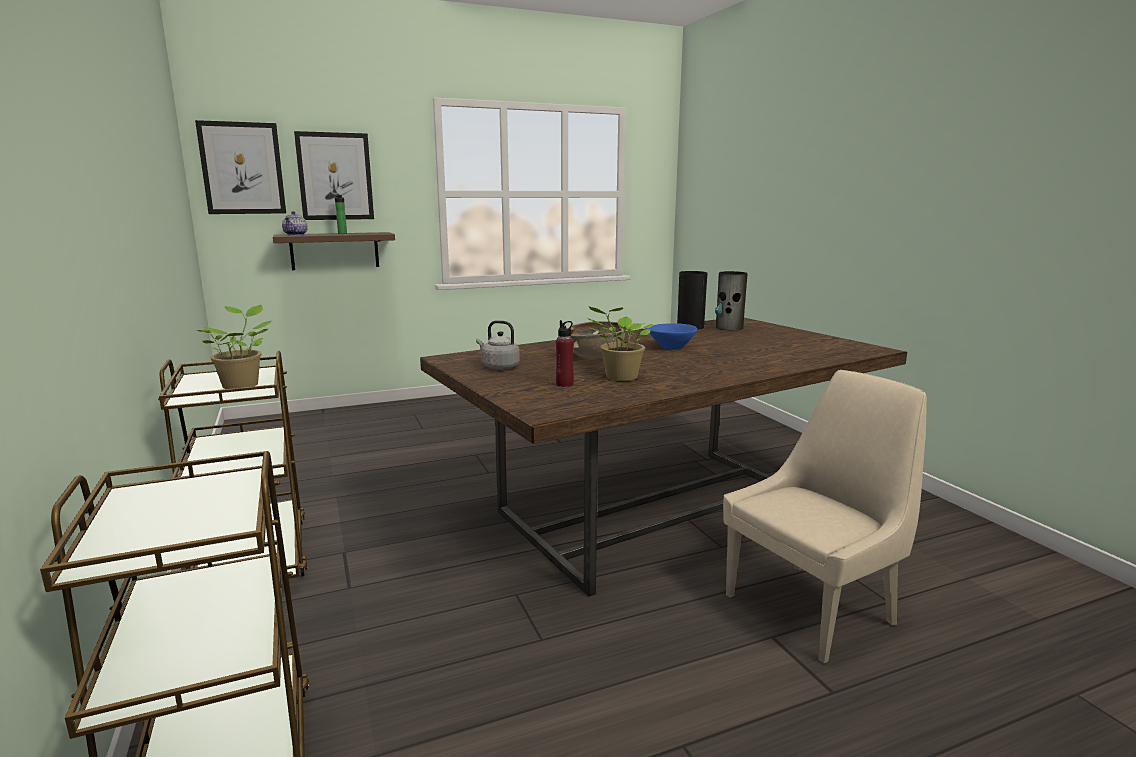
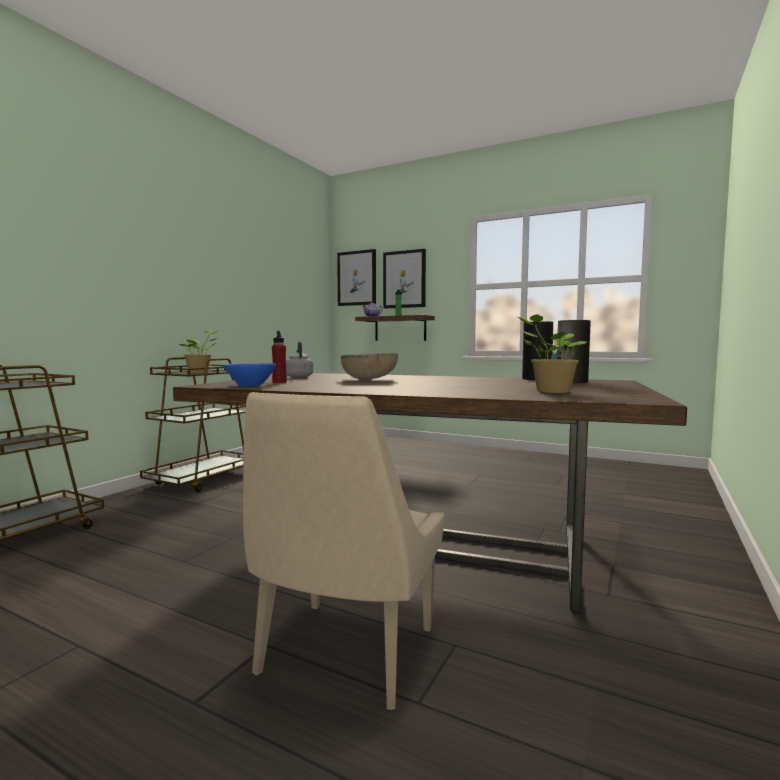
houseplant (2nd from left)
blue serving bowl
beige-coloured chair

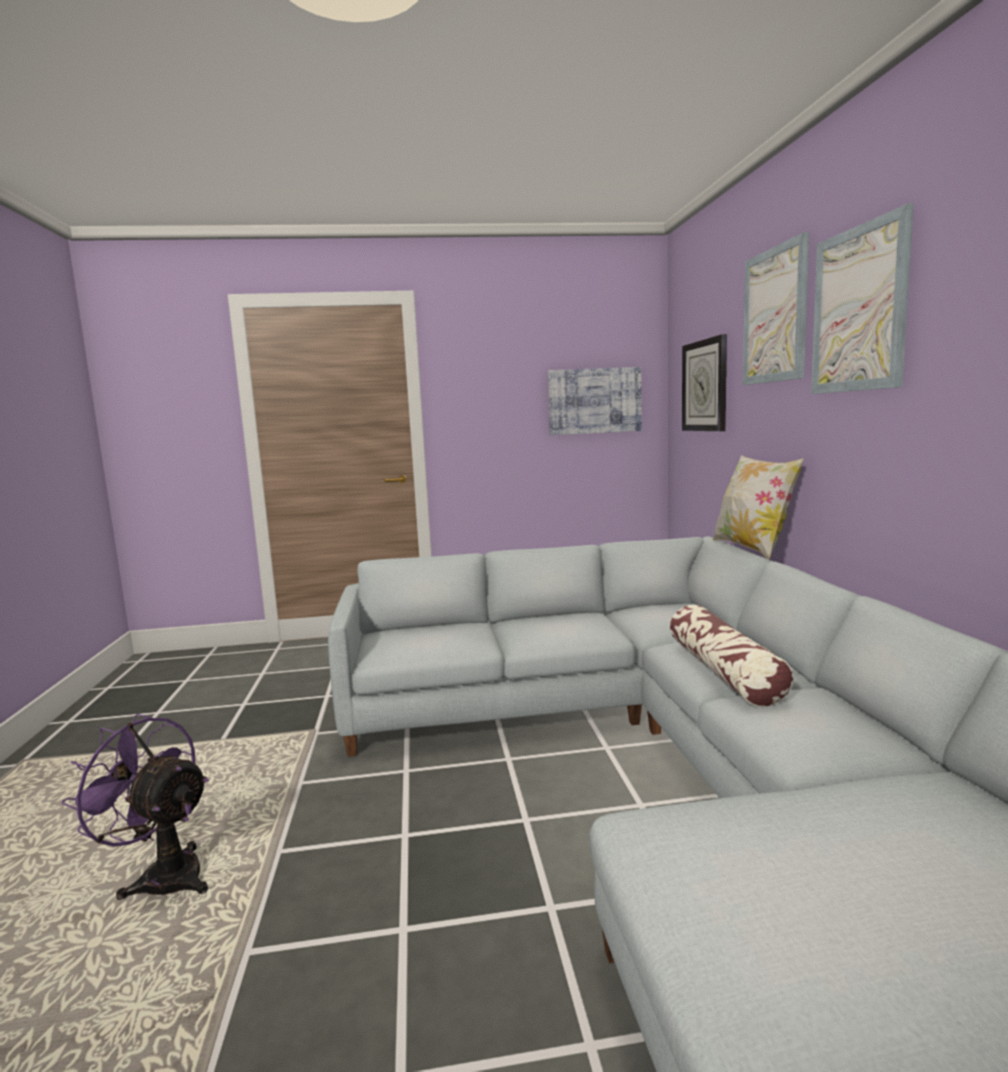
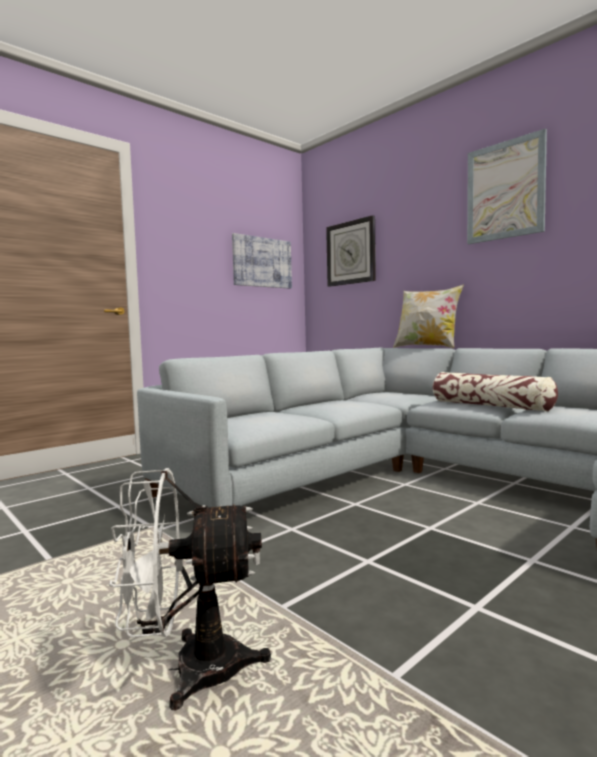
wall art (2nd from left in the first image)
whitish fan

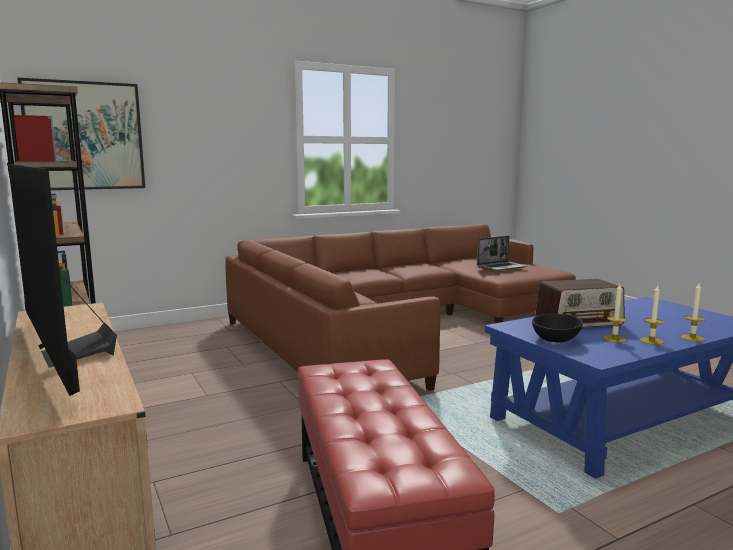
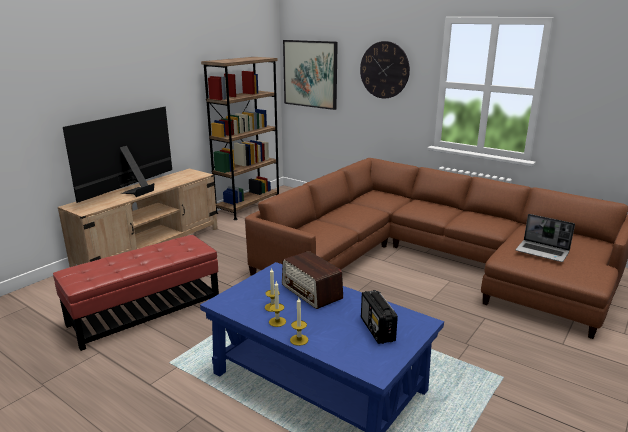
black-coloured serving bowl
clock on the wall
radio set (2nd from left)

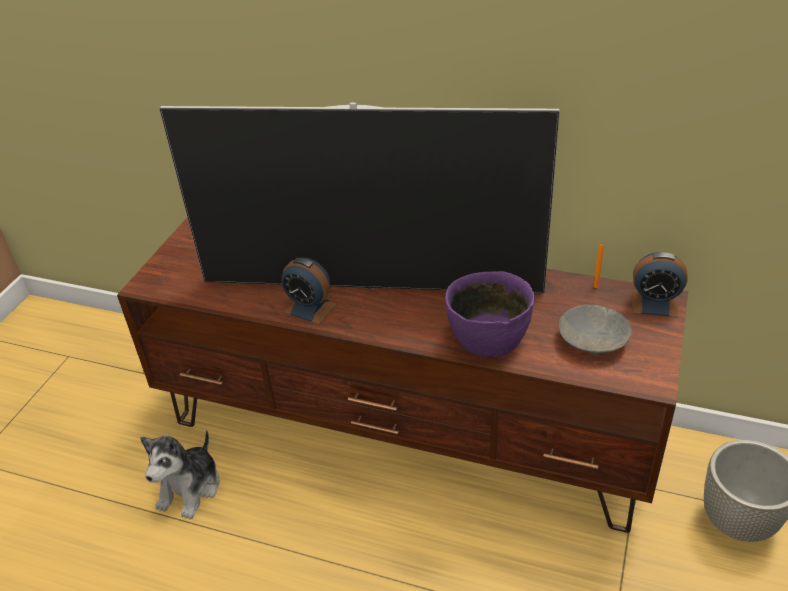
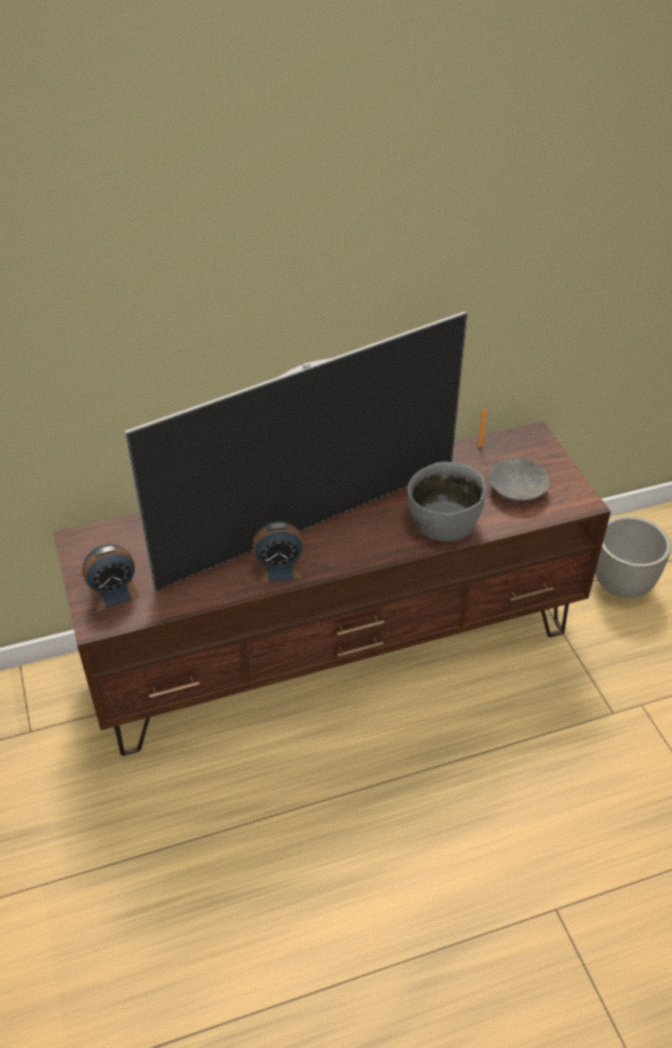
soft toy
alarm clock (1st from left)
greyish serving bowl (1st from left)

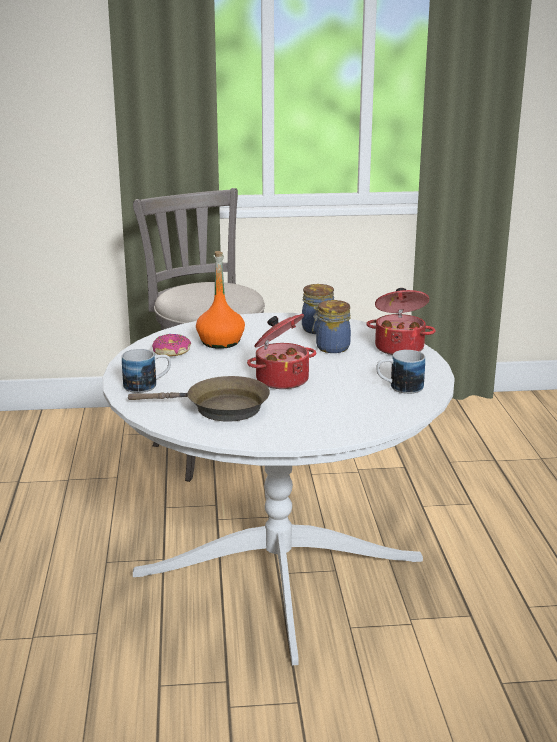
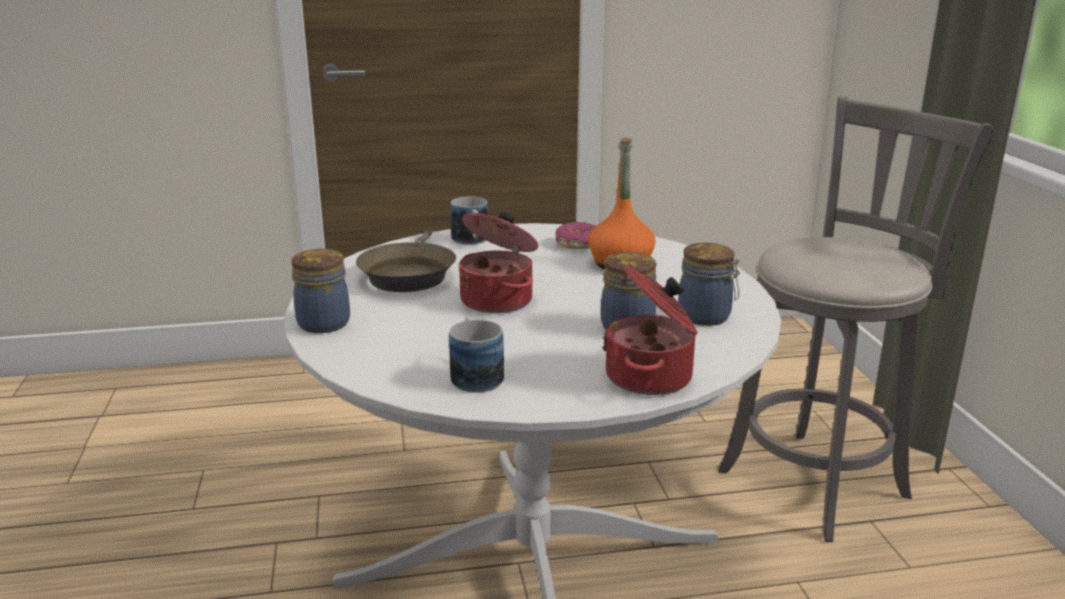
storage jar (1st from left)

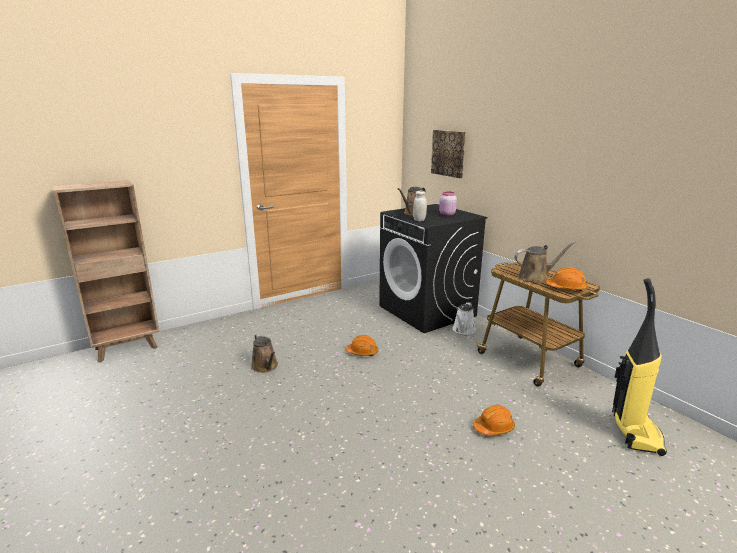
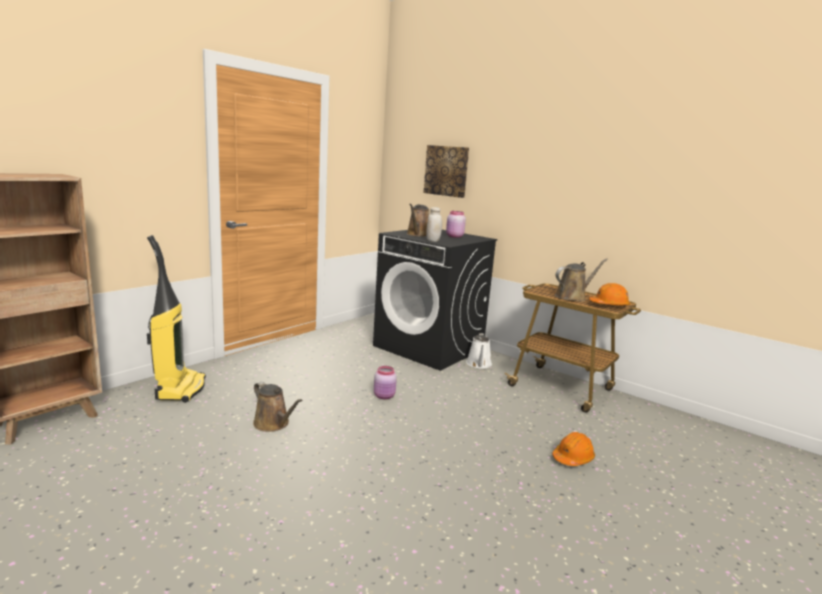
vacuum cleaner
pinkish storage jar (1st from left)

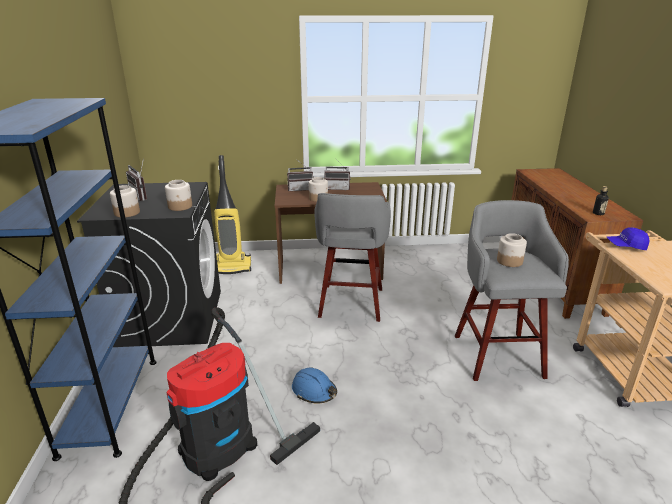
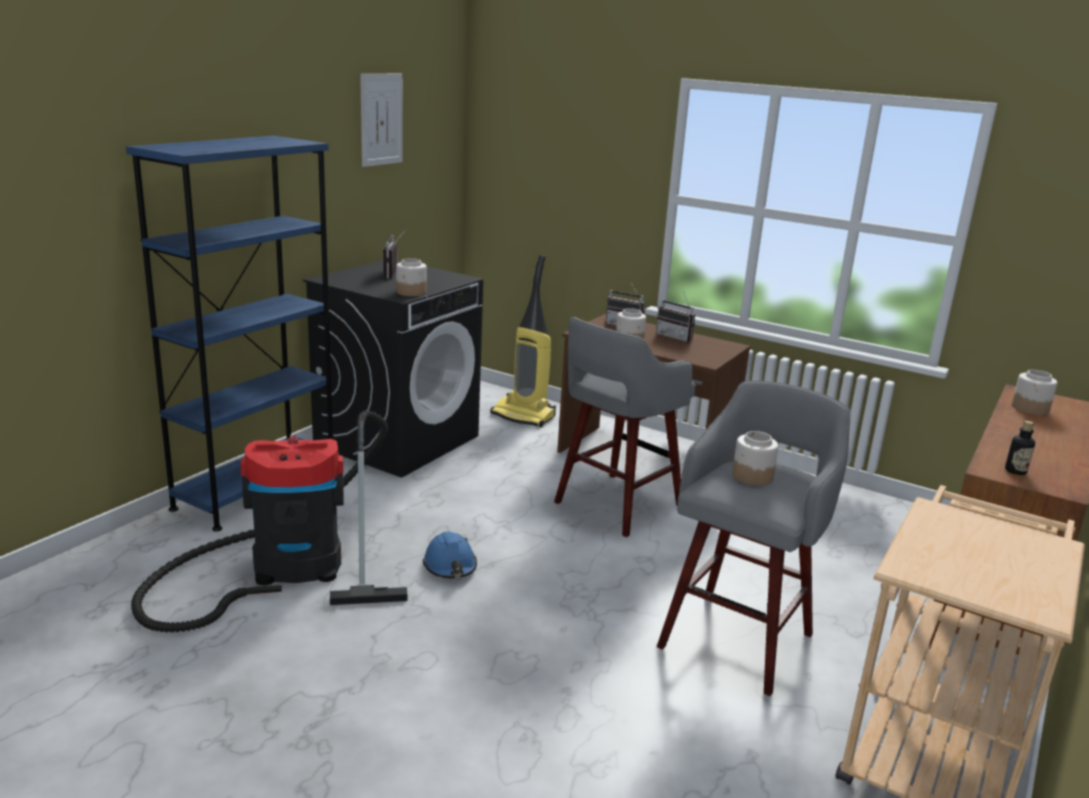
blue cap
wall art
storage jar (4th from left)

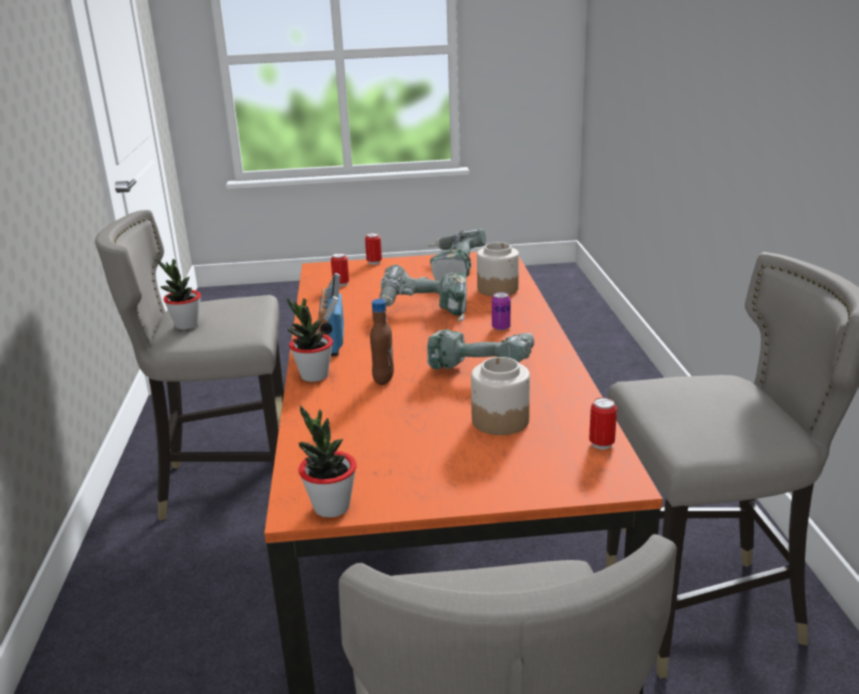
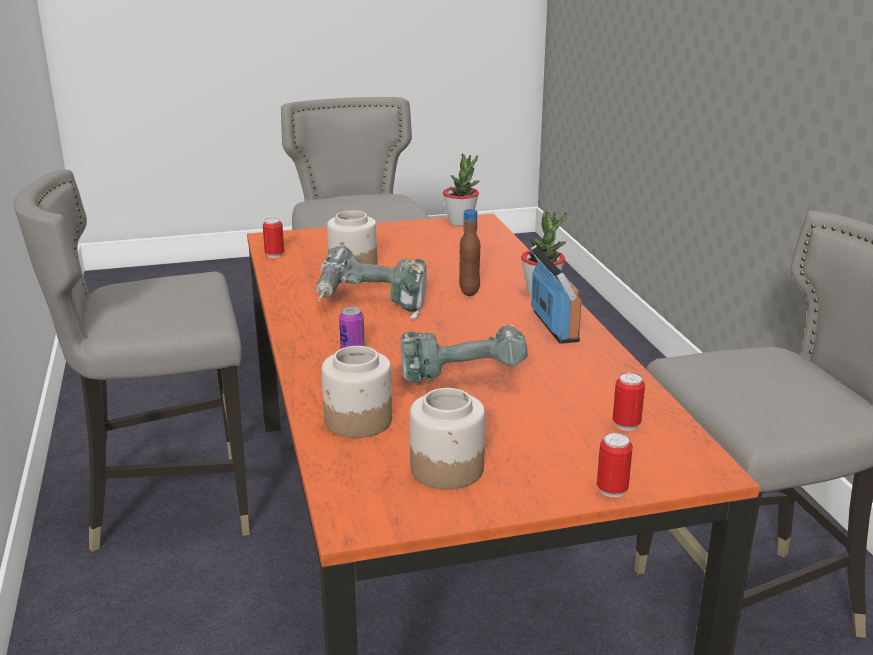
houseplant (1st from left in the first image)
storage jar (3rd from left)

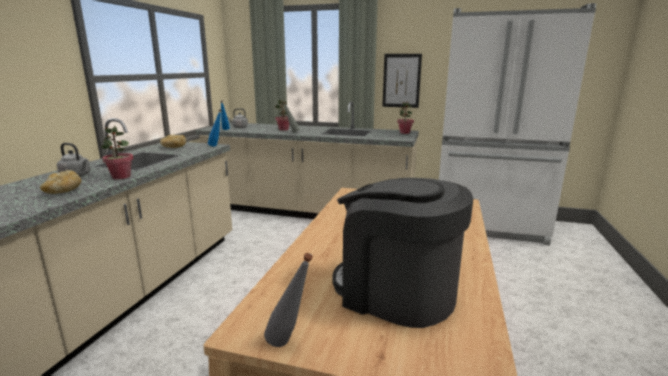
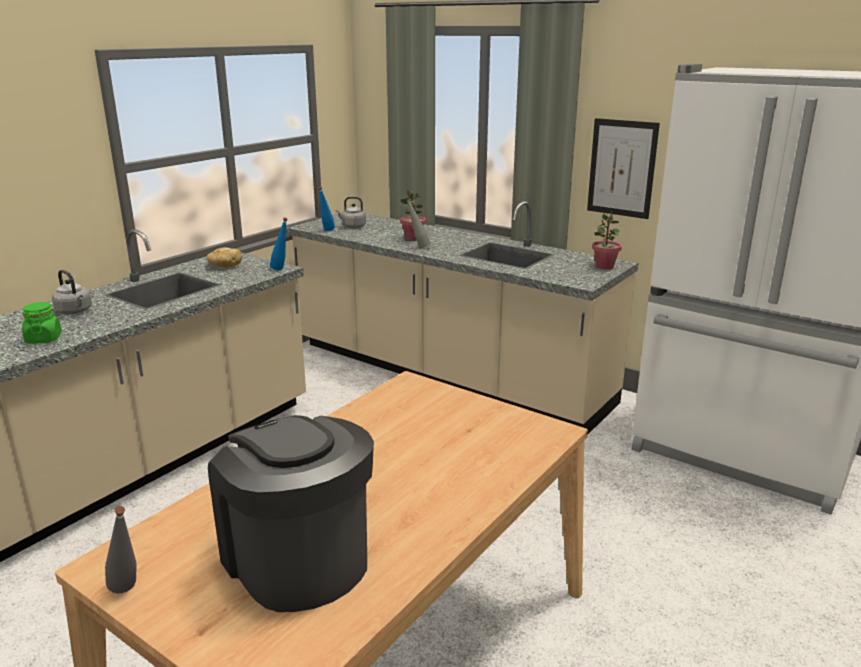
houseplant (1st from left in the first image)
greenish storage jar

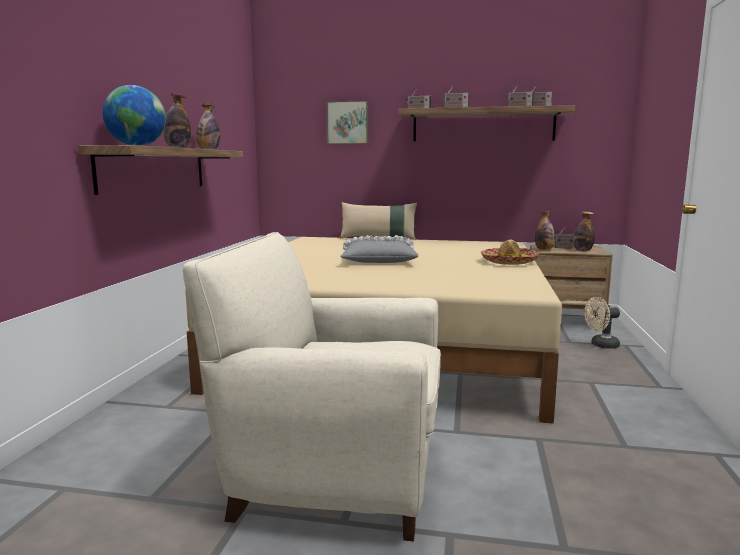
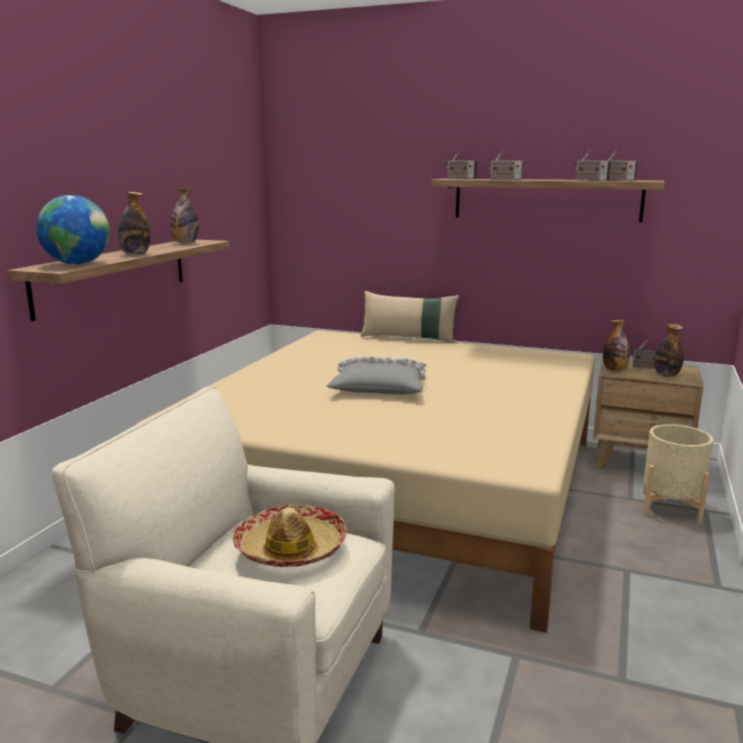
wall art
hat
beige-coloured planter

